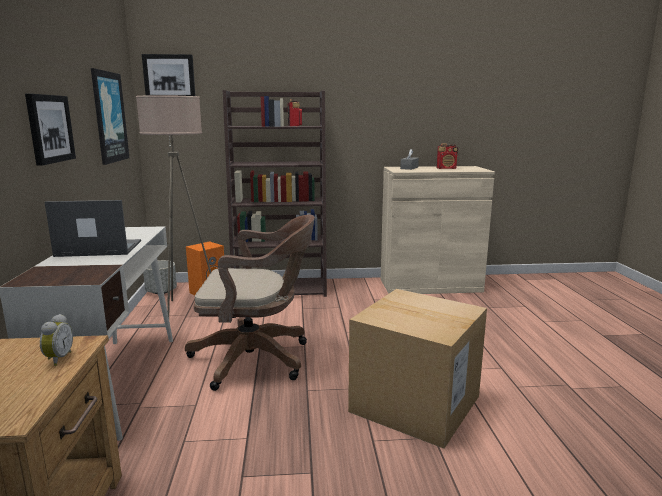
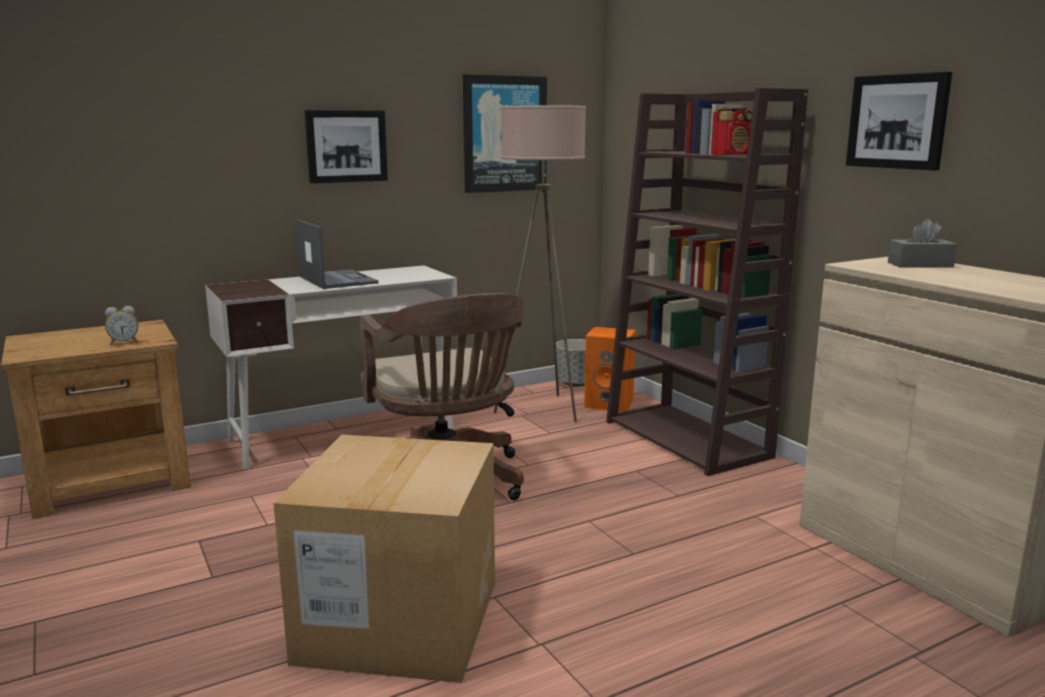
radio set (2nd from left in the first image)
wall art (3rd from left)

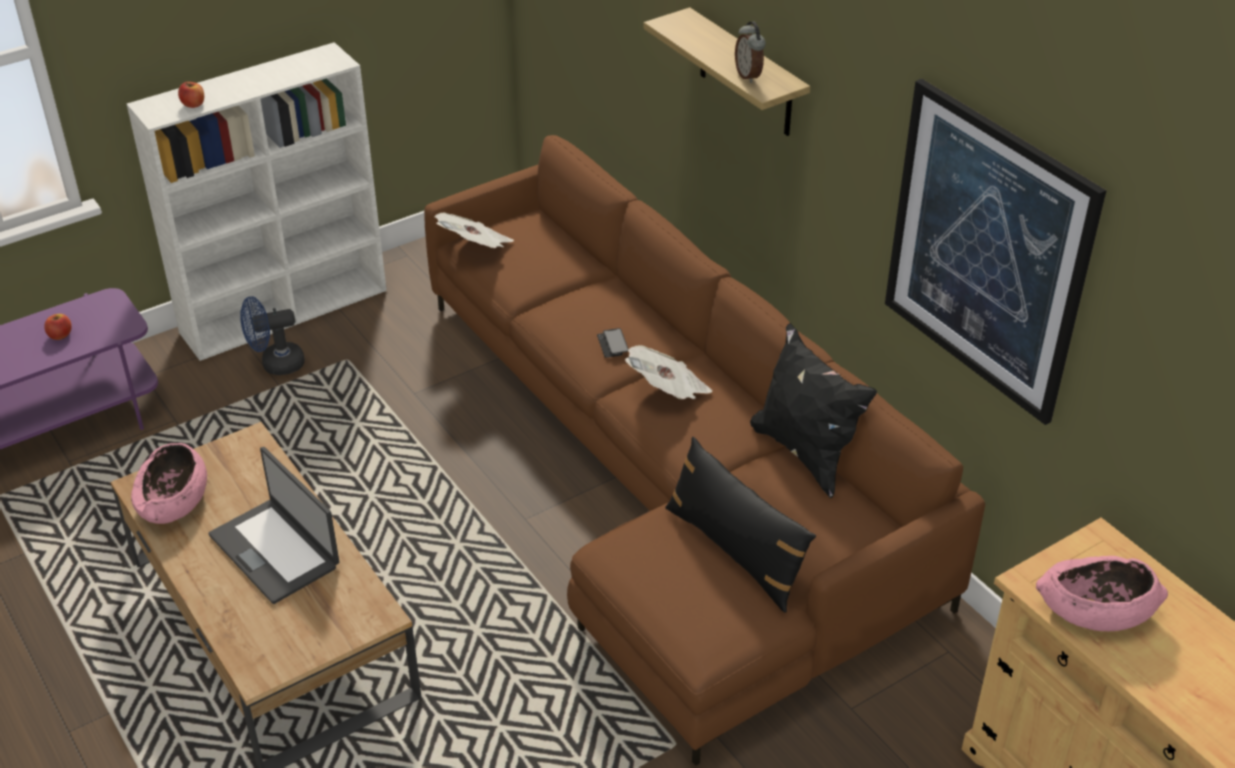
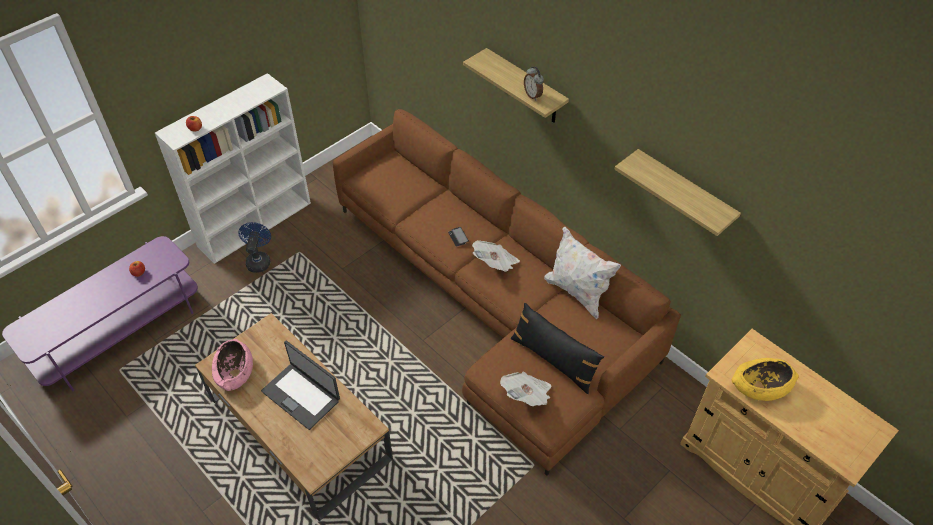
printed paper (2nd from left)
bracket shelf (2nd from left)
whitish throw pillow
yellow serving bowl
blue fan

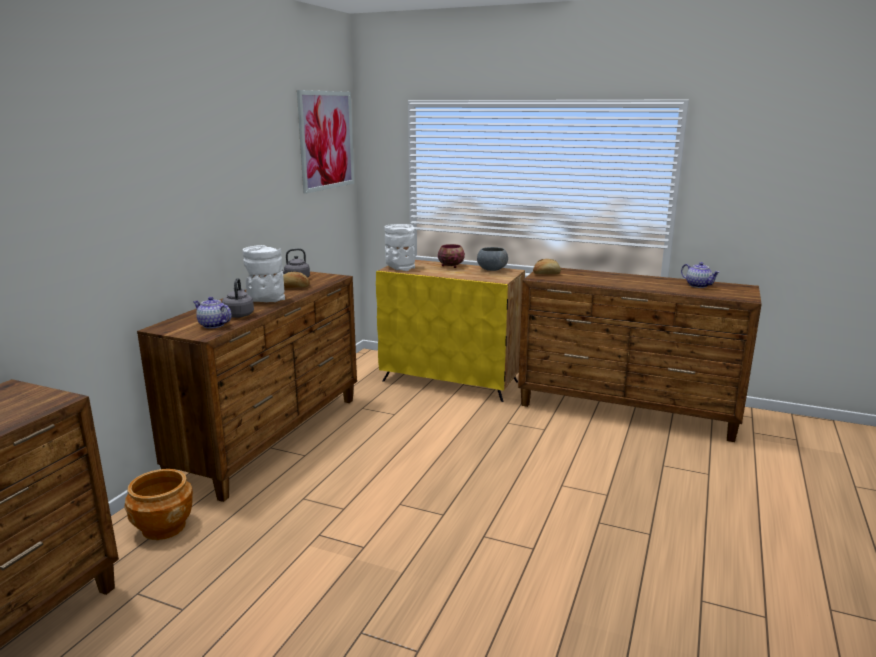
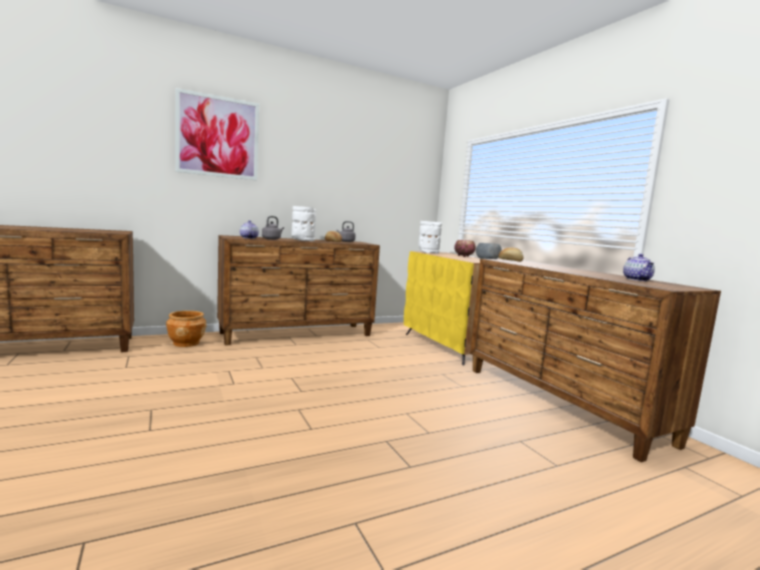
wall art

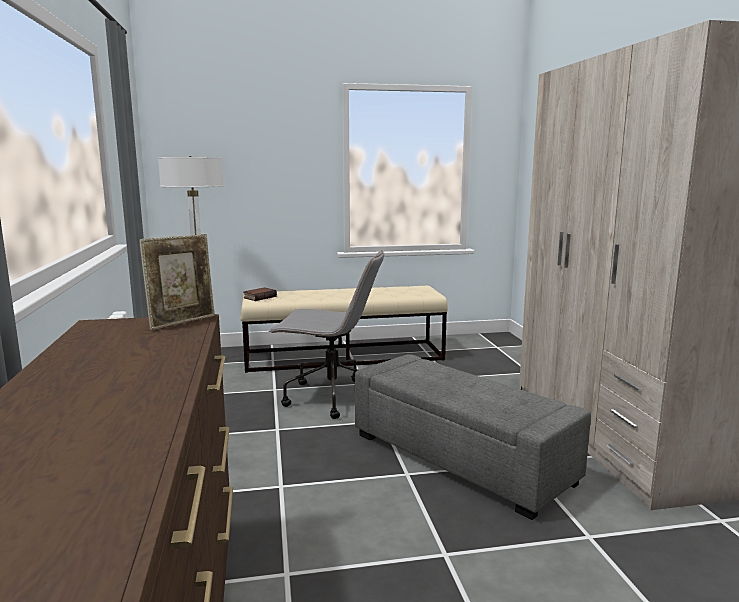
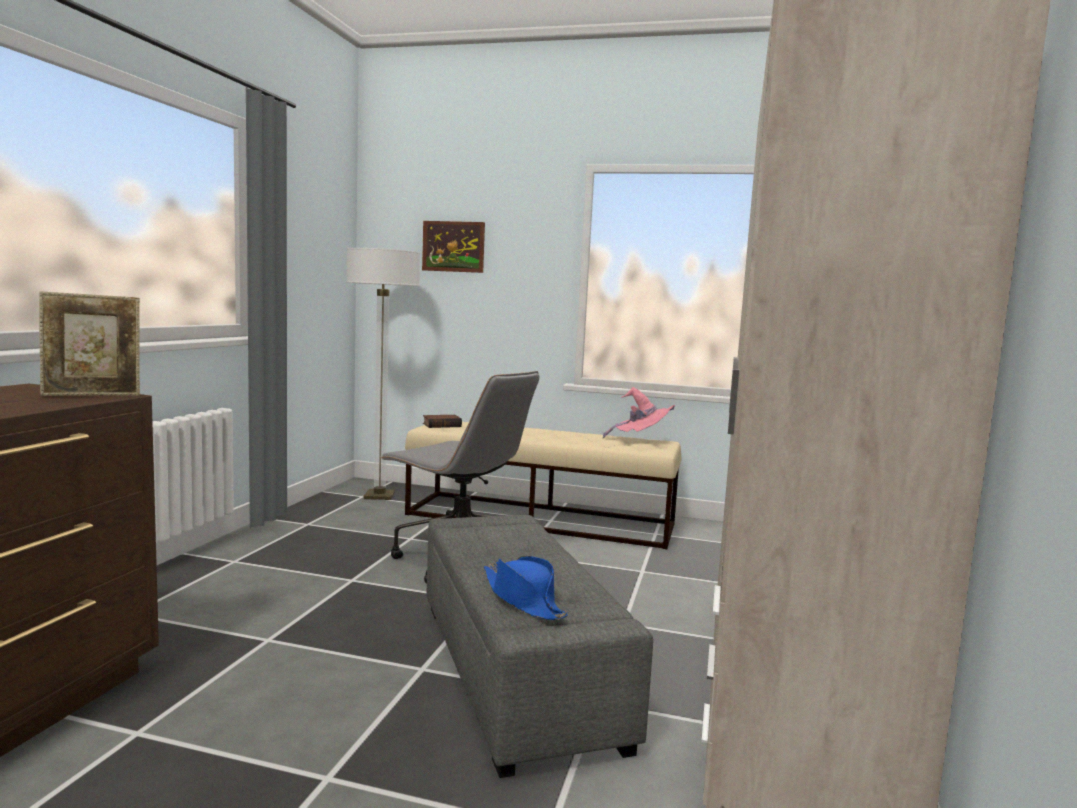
wall art
blue hat
pinkish hat

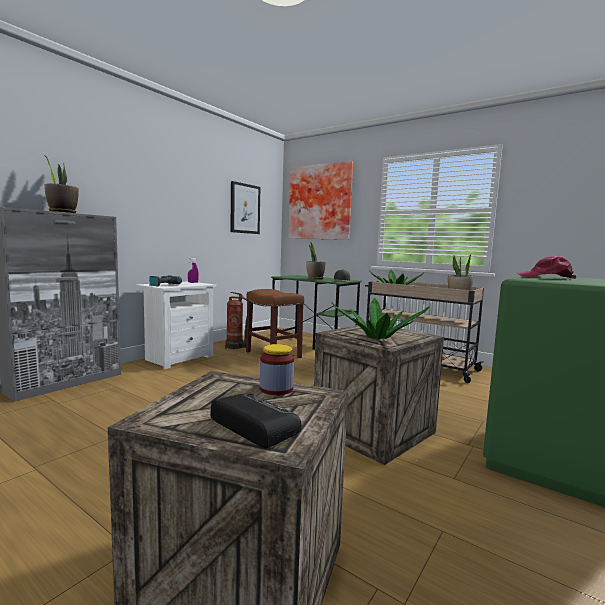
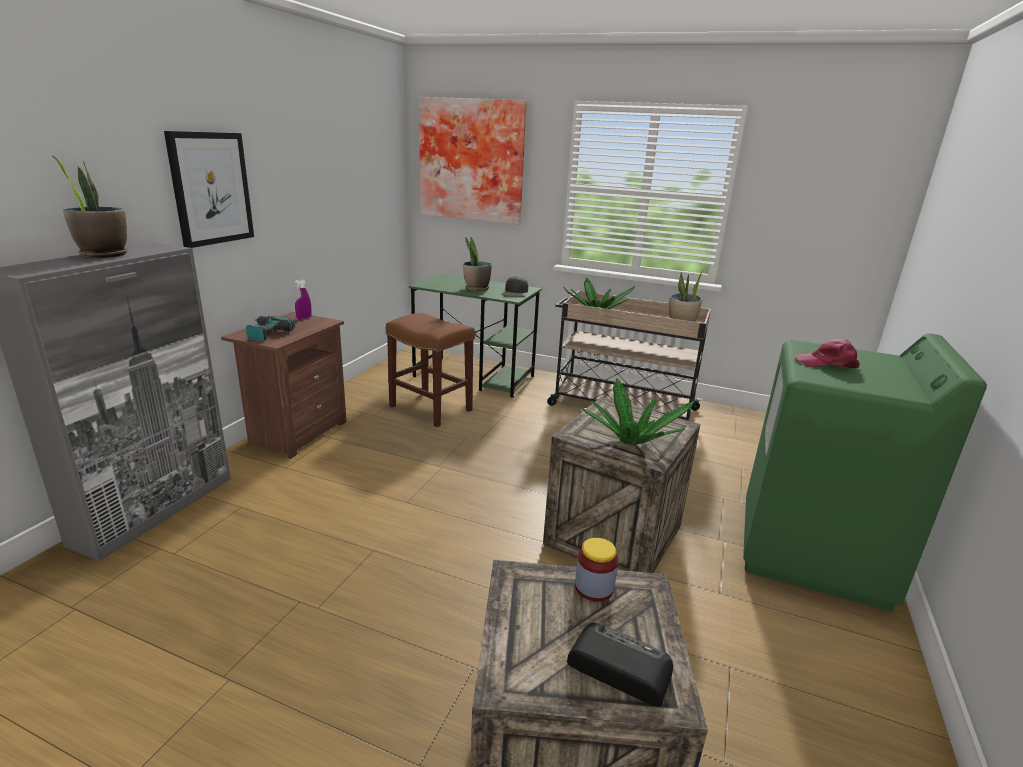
extinguisher
wall art (1st from left)
brownish bedside table

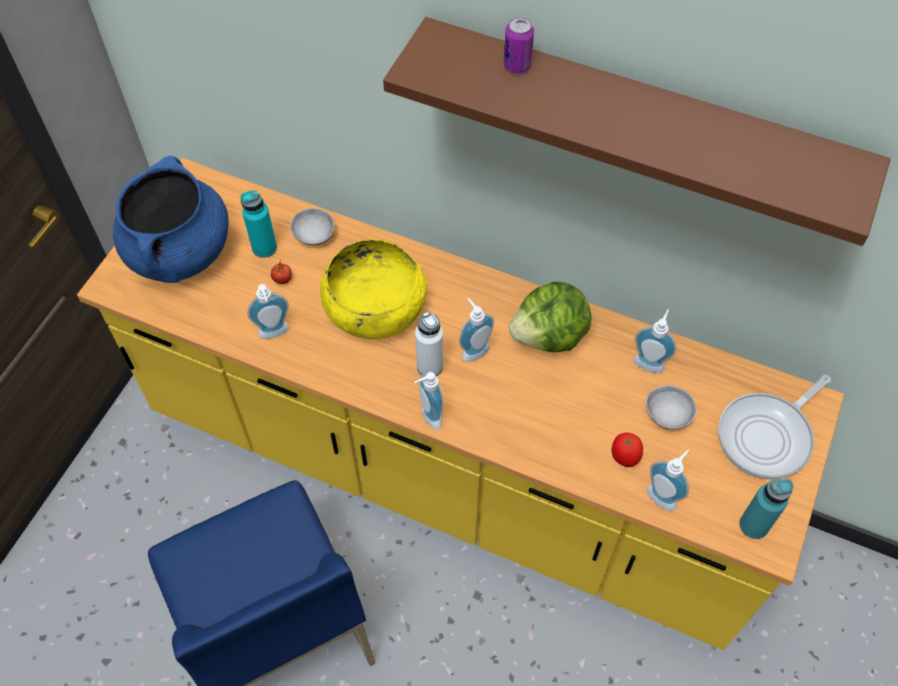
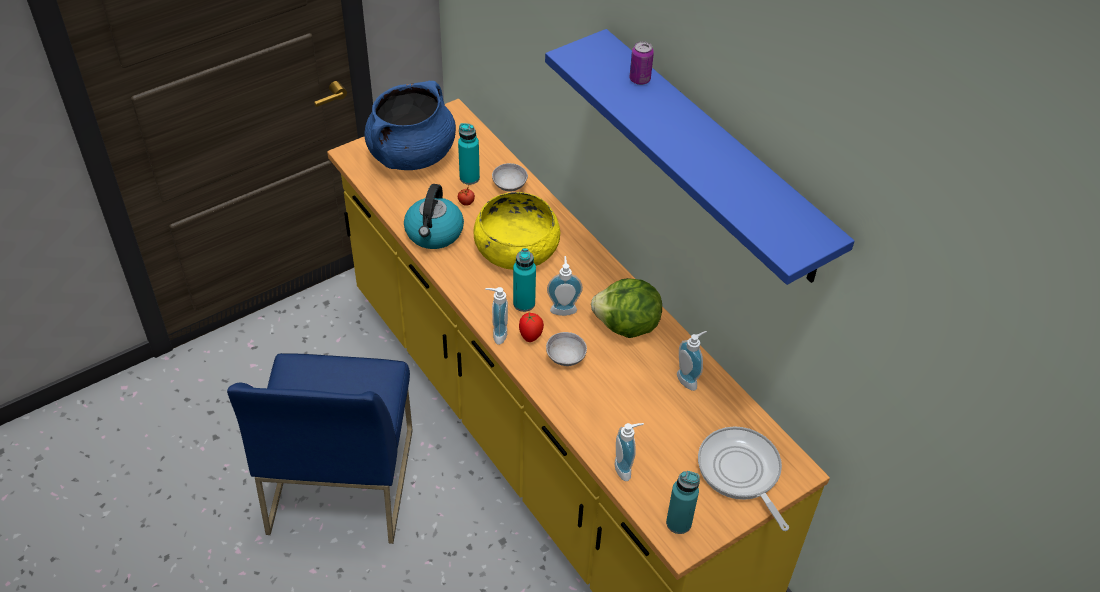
whole tomato (2nd from left)
greyish serving bowl (2nd from left)
tea kettle
blue bracket shelf
turquoise-coloured drink bottle (2nd from left)
pan

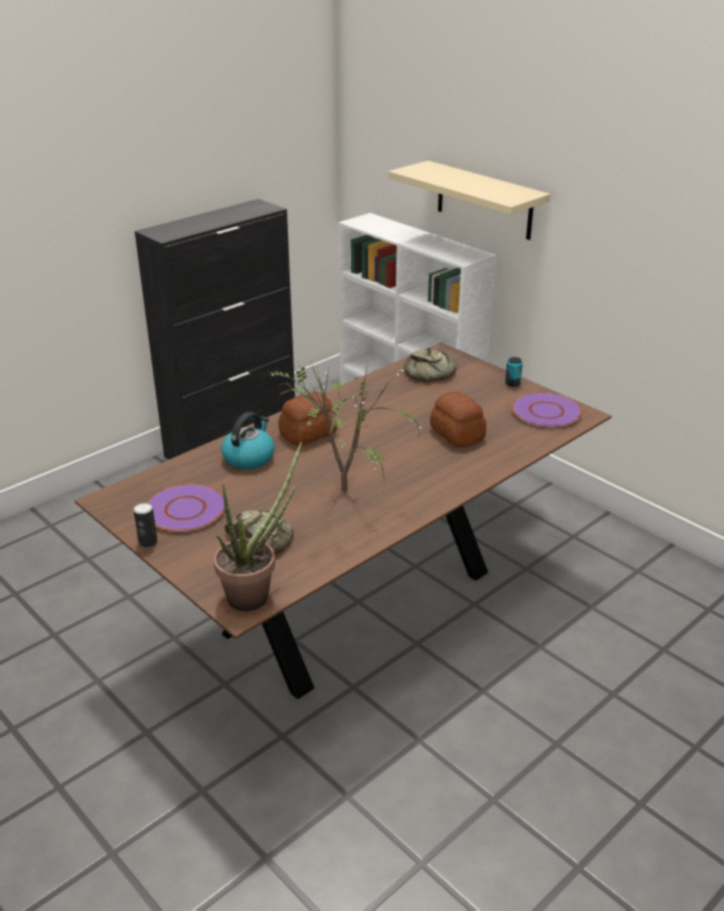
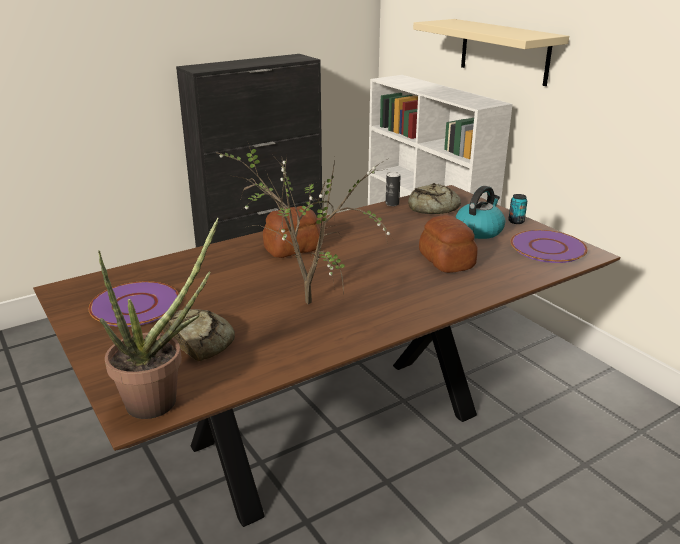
can (1st from left)
tea kettle

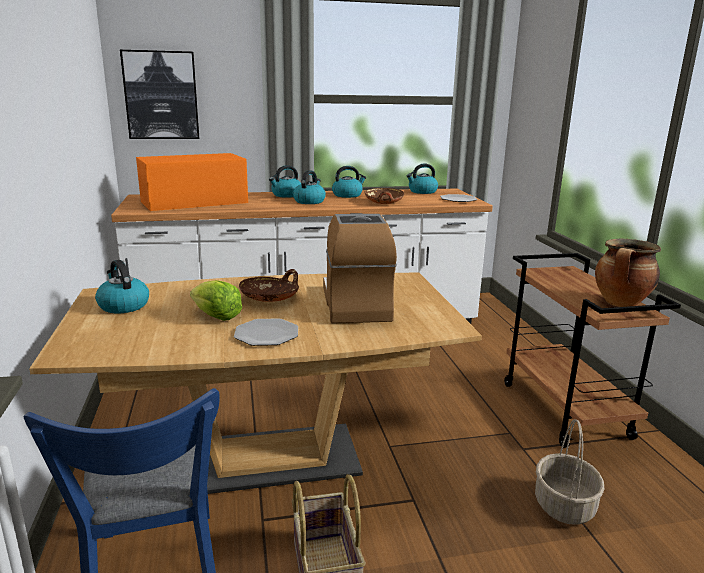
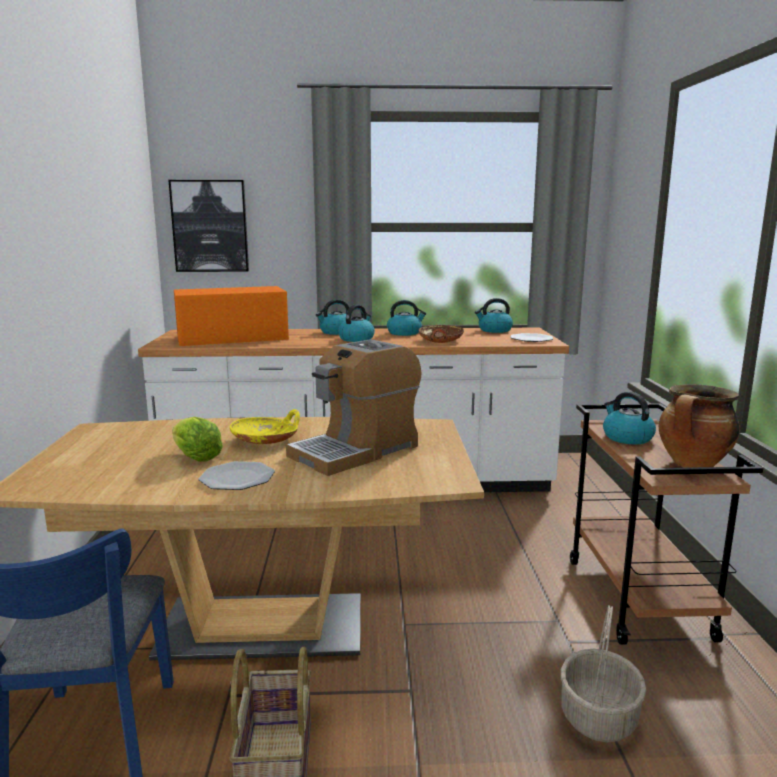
tea kettle (5th from left)
yellow serving bowl
coffee maker

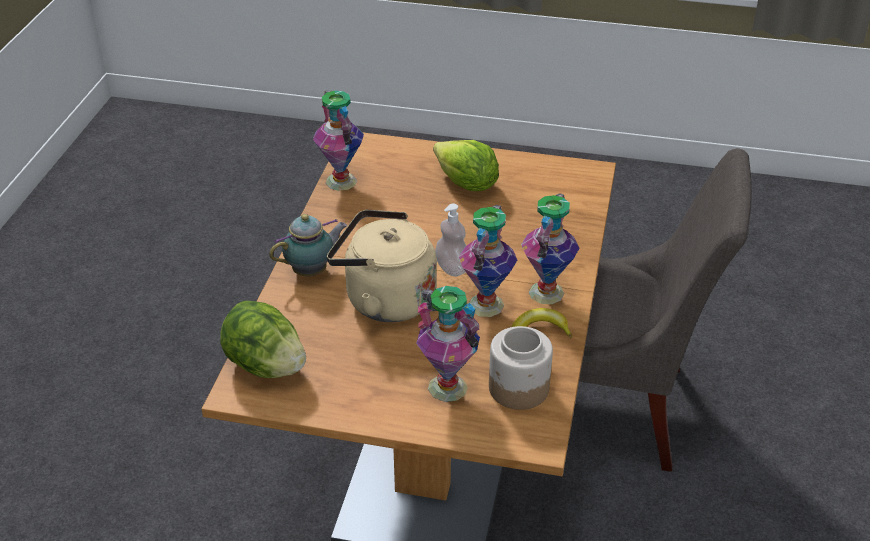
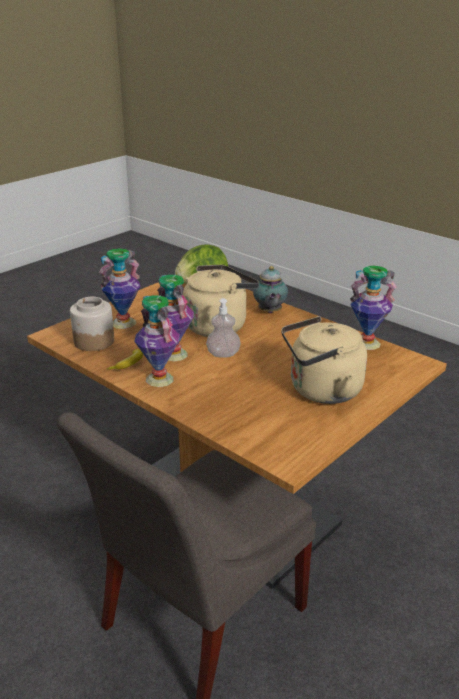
beige-coloured tea kettle (2nd from left)

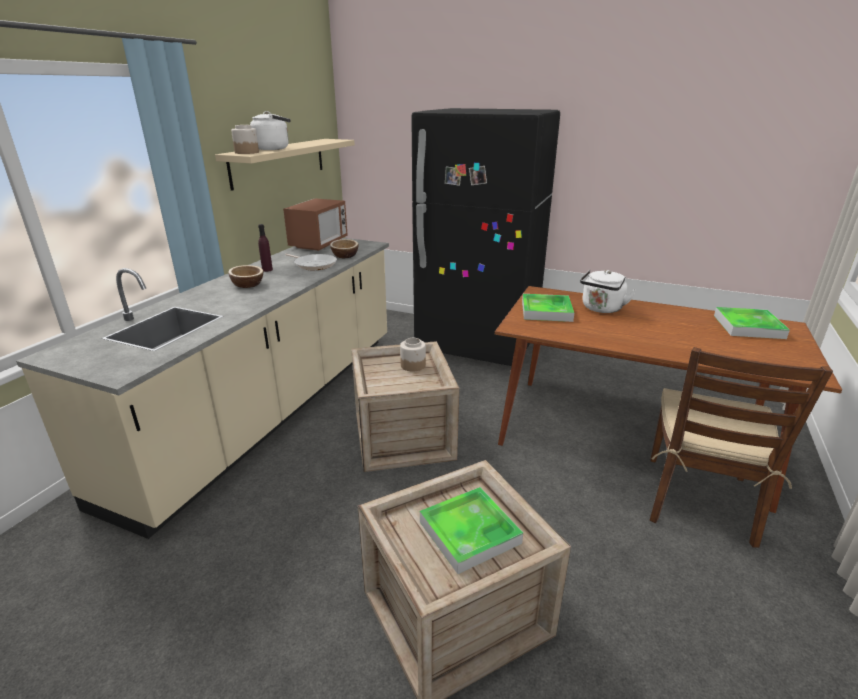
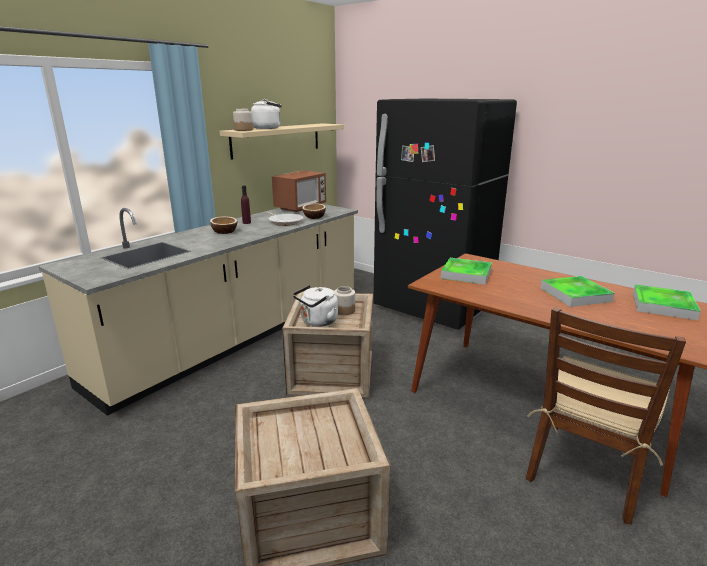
tray (2nd from left)
whitish tea kettle (2nd from left)

